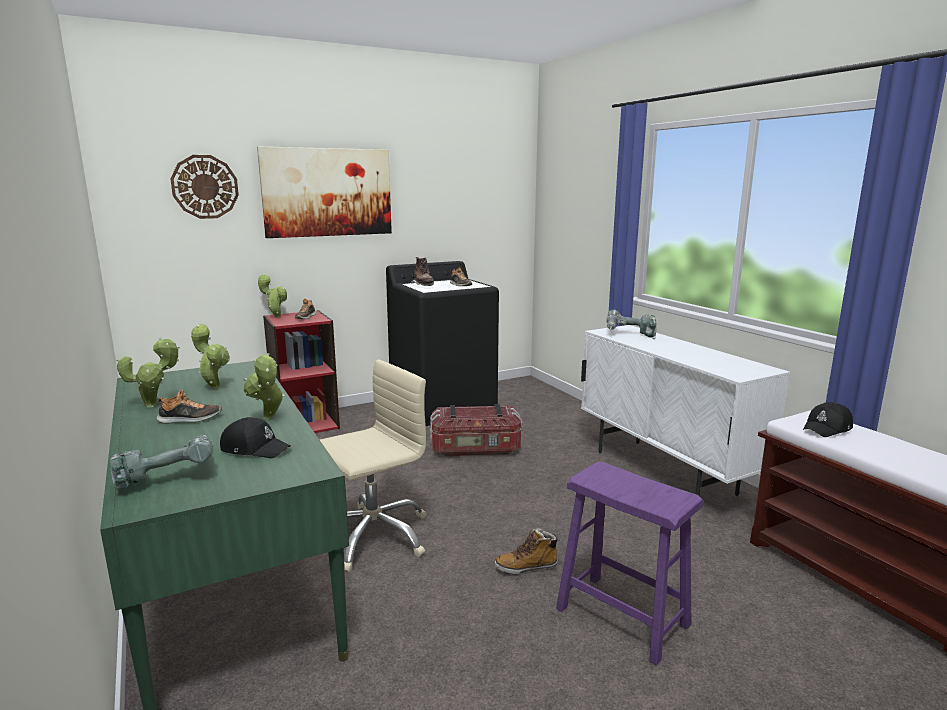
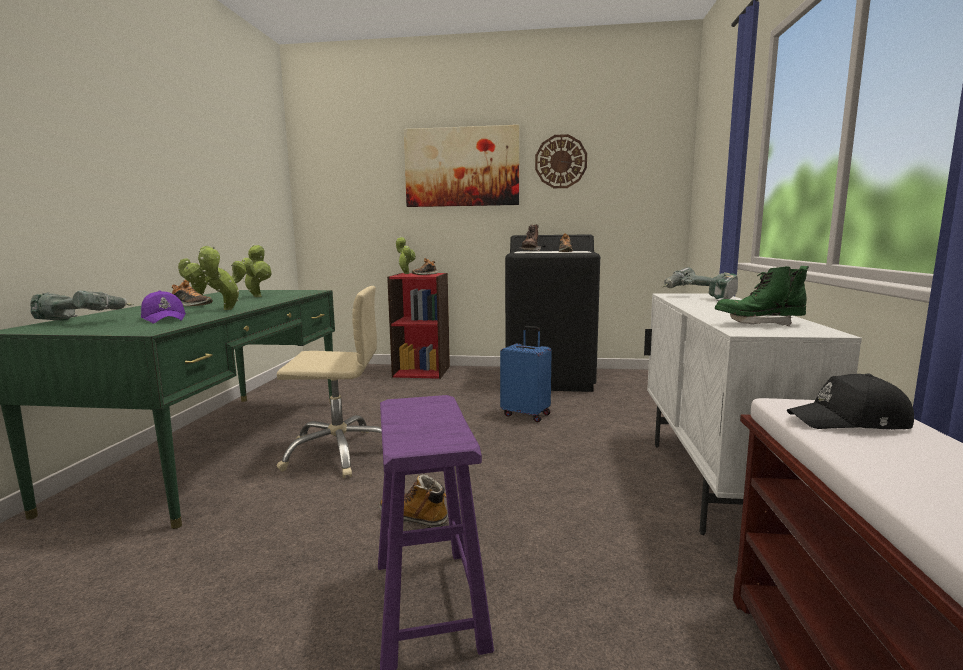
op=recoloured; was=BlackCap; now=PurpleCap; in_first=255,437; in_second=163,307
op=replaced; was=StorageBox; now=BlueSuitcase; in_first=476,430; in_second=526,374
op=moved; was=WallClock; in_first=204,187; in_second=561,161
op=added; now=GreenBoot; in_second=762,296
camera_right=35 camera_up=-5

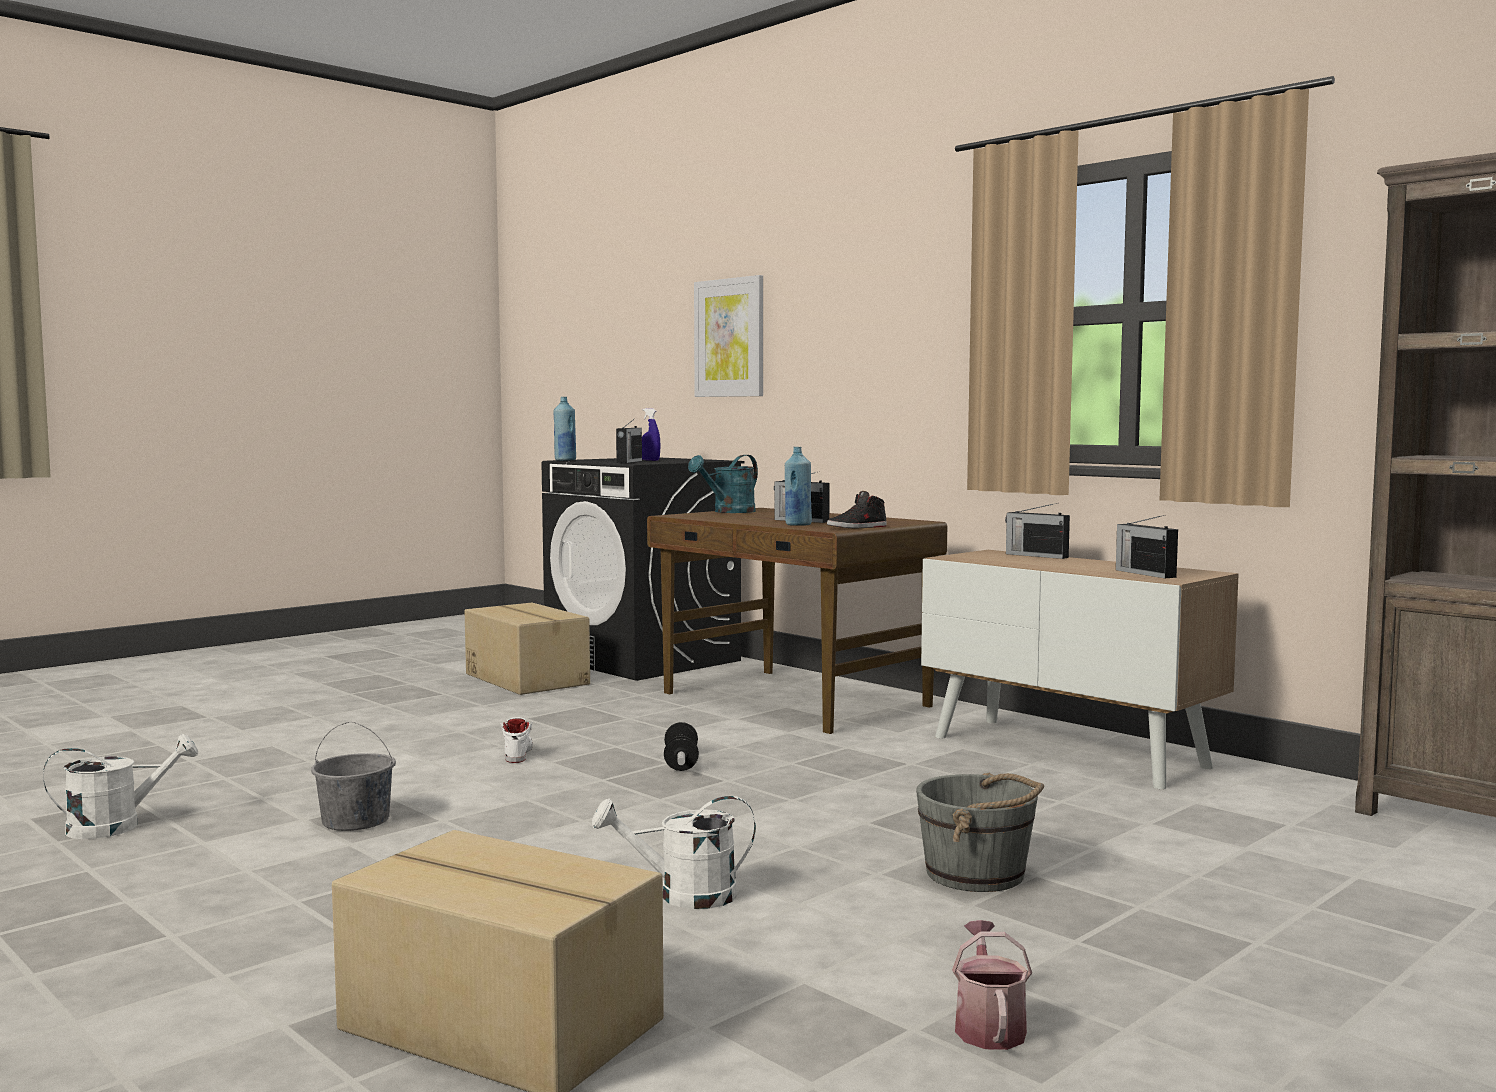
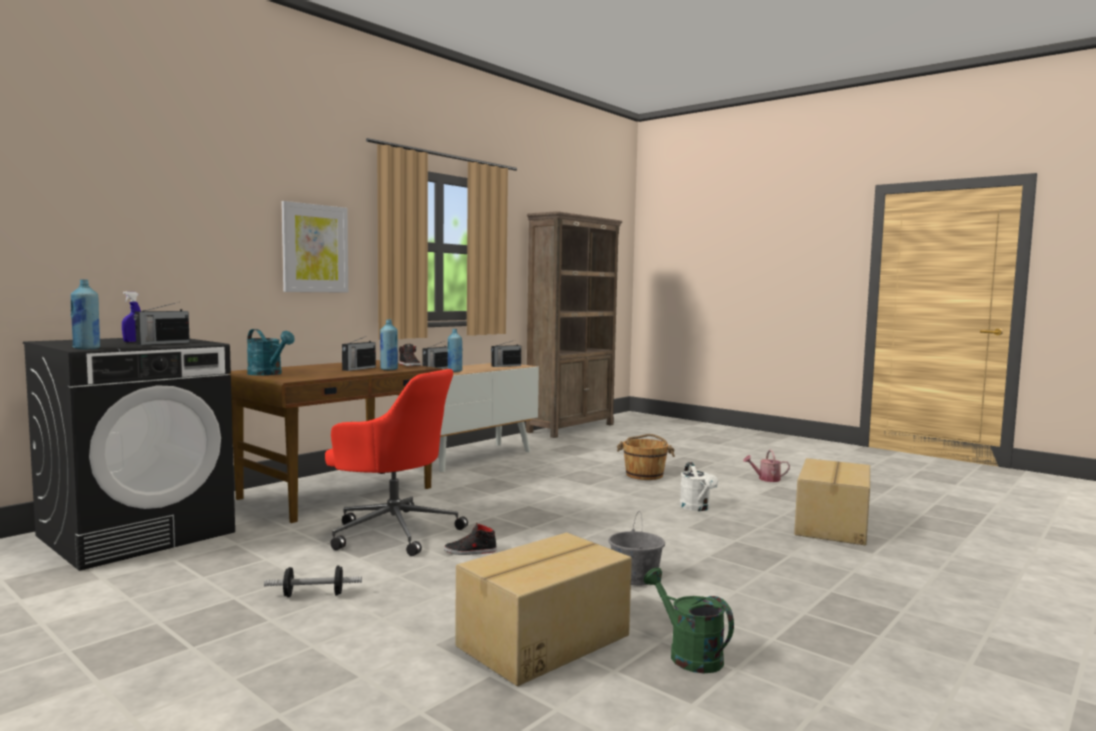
op=turned; was=Radio; in_first=629,441; in_second=162,323; clockwise=120
op=moved; was=Dumbbell; in_first=681,746; in_second=313,581
op=moved; was=Picture; in_first=728,336; in_second=314,247
op=added; now=RedOfficeChair; in_second=396,462
op=recoloured; was=WhiteShoe; now=BlackShoe; in_first=516,740; in_second=470,539
op=added; now=BlueBottle; in_second=455,350
op=moved; was=CardboardBox; in_first=527,649; in_second=543,609
op=recoloured; was=GreyBucket; now=BrownBucket; in_first=980,832; in_second=646,457
op=recoloured; was=WhiteWateringCan; now=GreenWateringCan; in_first=120,786; in_second=689,620
camera_right=-95 camera_up=0

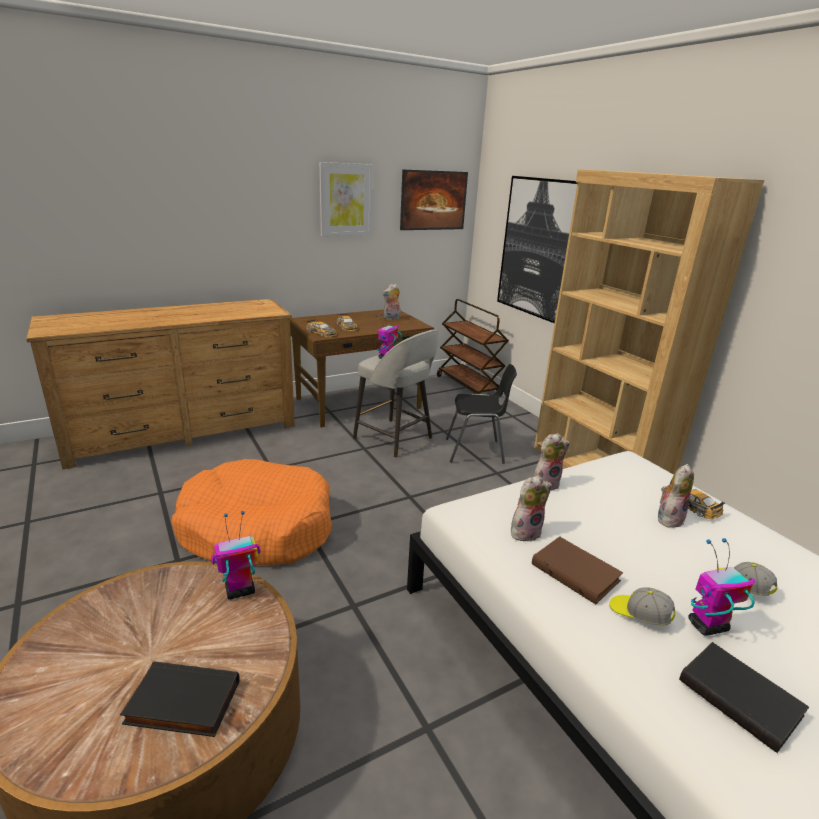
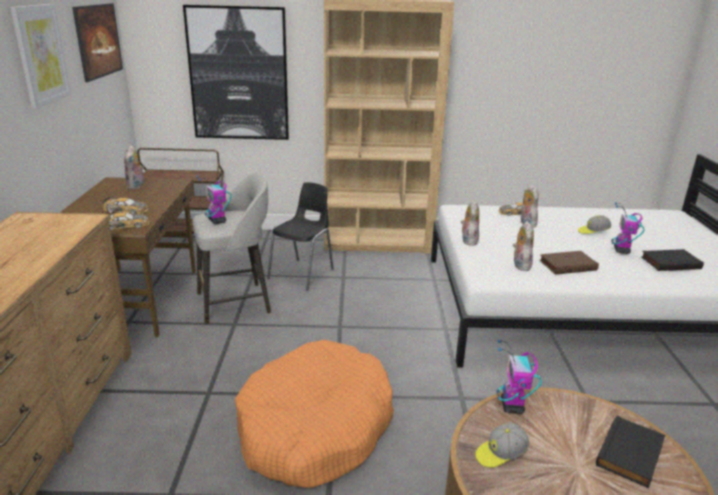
op=moved; was=Cap; in_first=642,606; in_second=502,445
camera_right=-60 camera_up=0

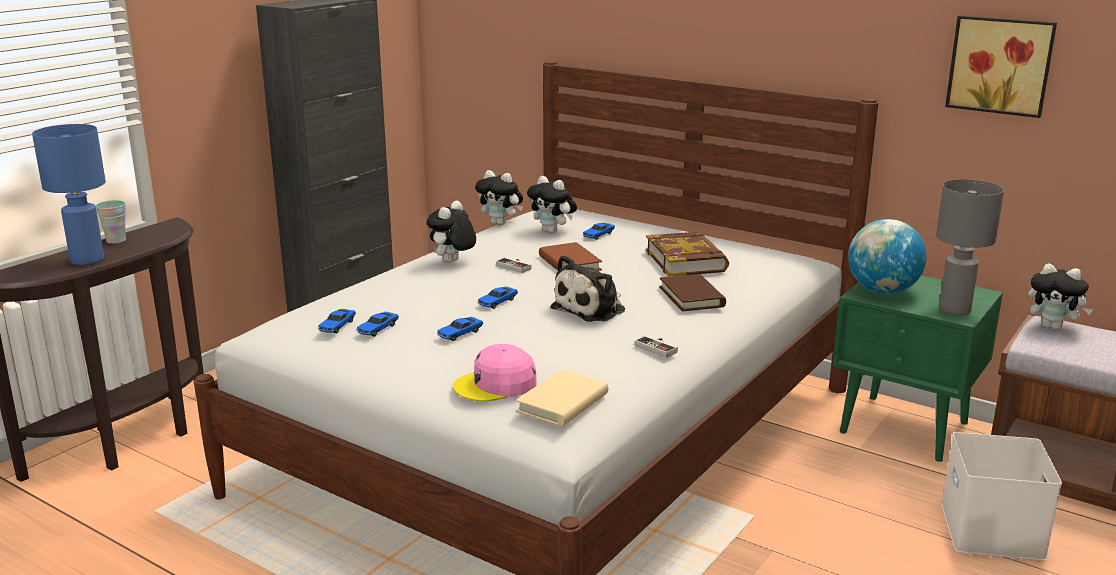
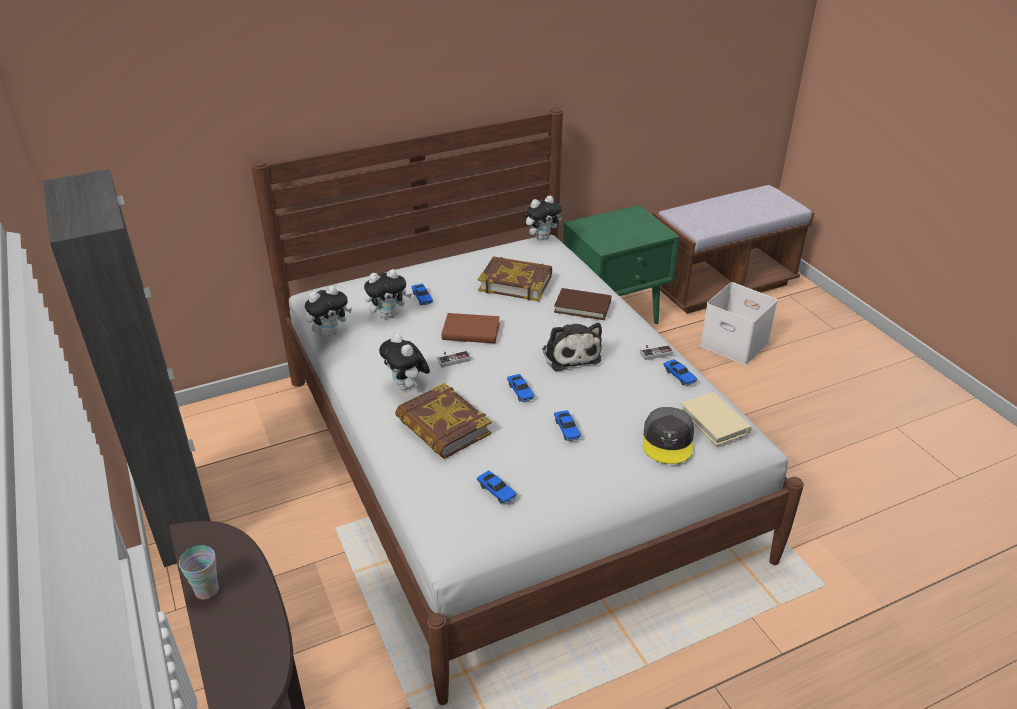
op=added; now=Book; in_second=443,421
op=moved; was=PlushToy; in_first=1060,296; in_second=543,217
op=recoloured; was=PinkCap; now=GreyCap; in_first=495,372; in_second=668,435
op=moved; was=ToyCar; in_first=377,324; in_second=680,372
op=removed; was=BlueTableLamp; in_first=69,194
op=removed; was=Globe; in_first=887,256
op=removed; was=GreyTableLamp; in_first=970,247
op=removed; was=Picture; in_first=1001,66
camera_right=-60 camera_up=15

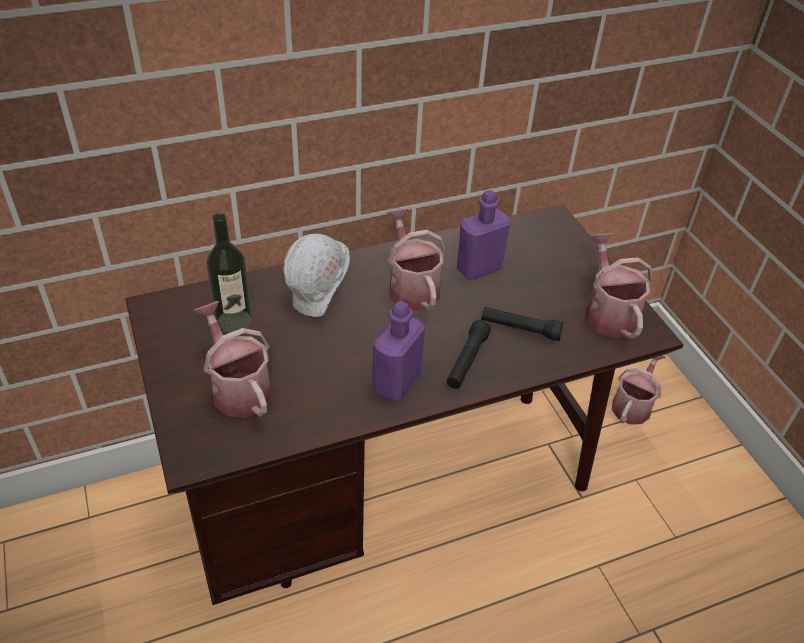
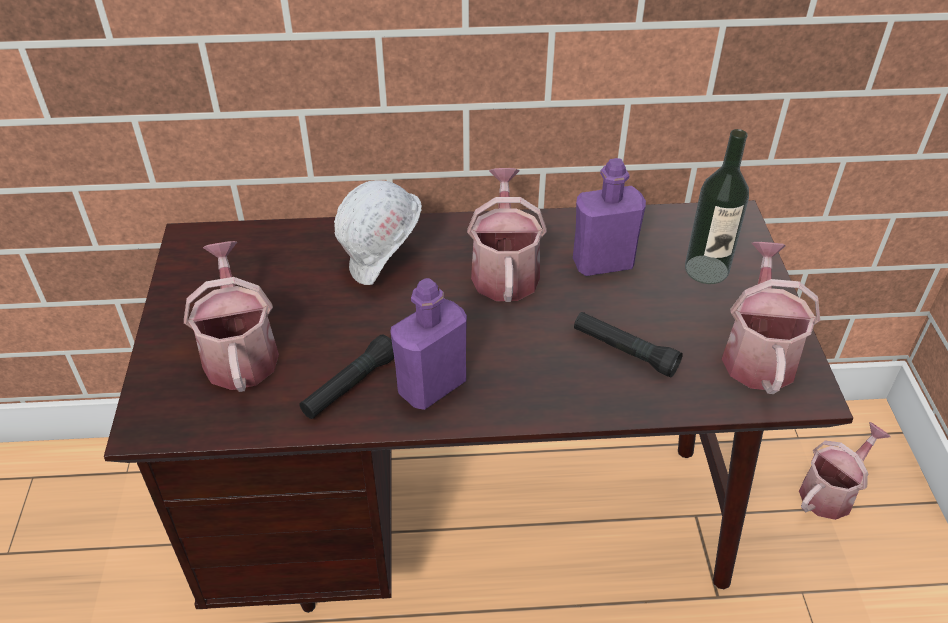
op=moved; was=BlackFlashlight; in_first=469,354; in_second=346,377
op=moved; was=Bottle; in_first=229,273; in_second=717,206
camera_right=20 camera_up=0

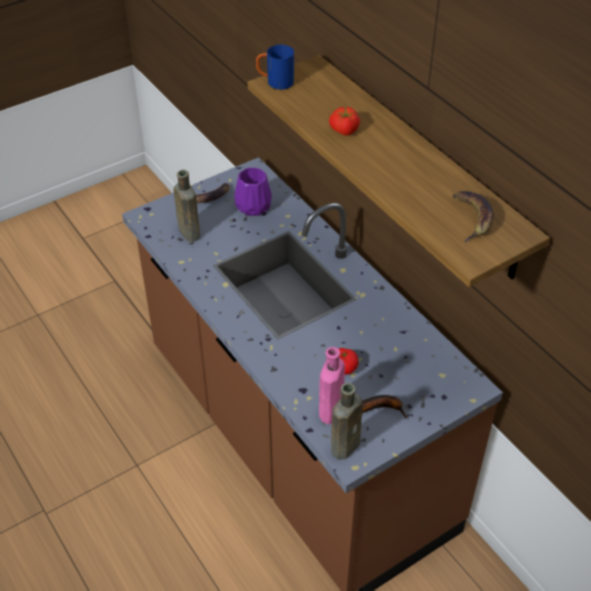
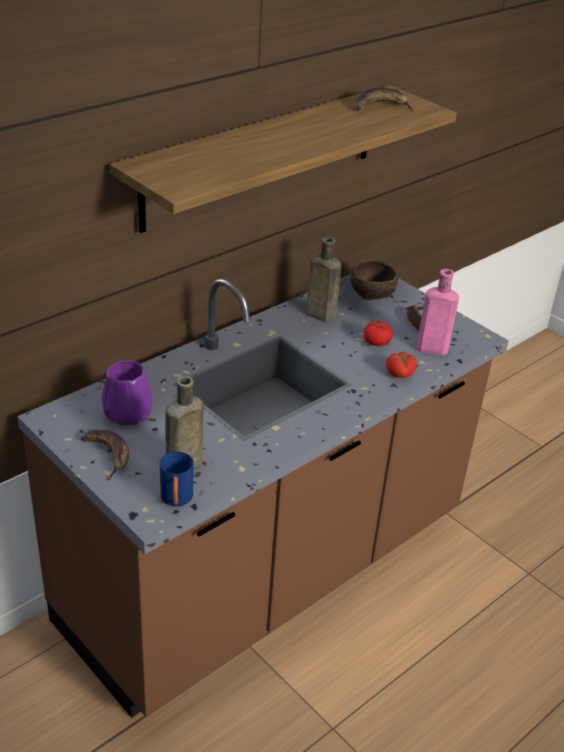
op=moved; was=BlueMug; in_first=275,67; in_second=177,479
op=moved; was=BrownBottle; in_first=347,421; in_second=323,279
op=added; now=BrownBowl; in_second=374,280
op=moved; was=Tomato; in_first=344,121; in_second=401,365
camera_right=-100 camera_up=-10

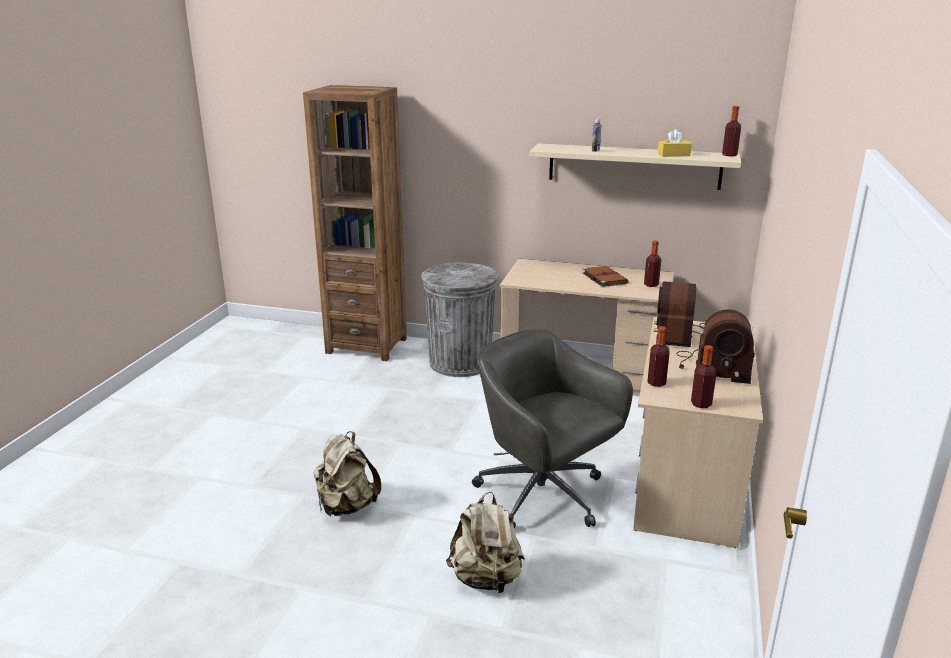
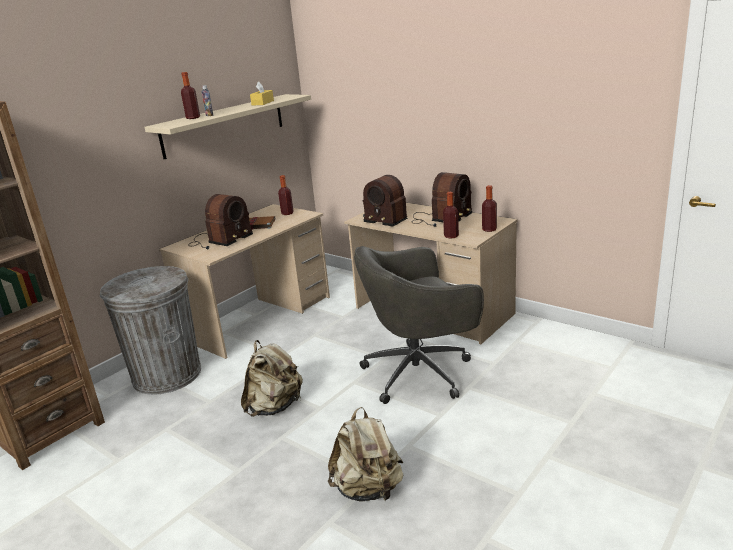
op=moved; was=Bottle; in_first=731,131; in_second=190,95
op=added; now=Radio; in_second=220,221
op=moved; was=BeigeBackpack; in_first=485,543; in_second=272,378
camera_right=-65 camera_up=0

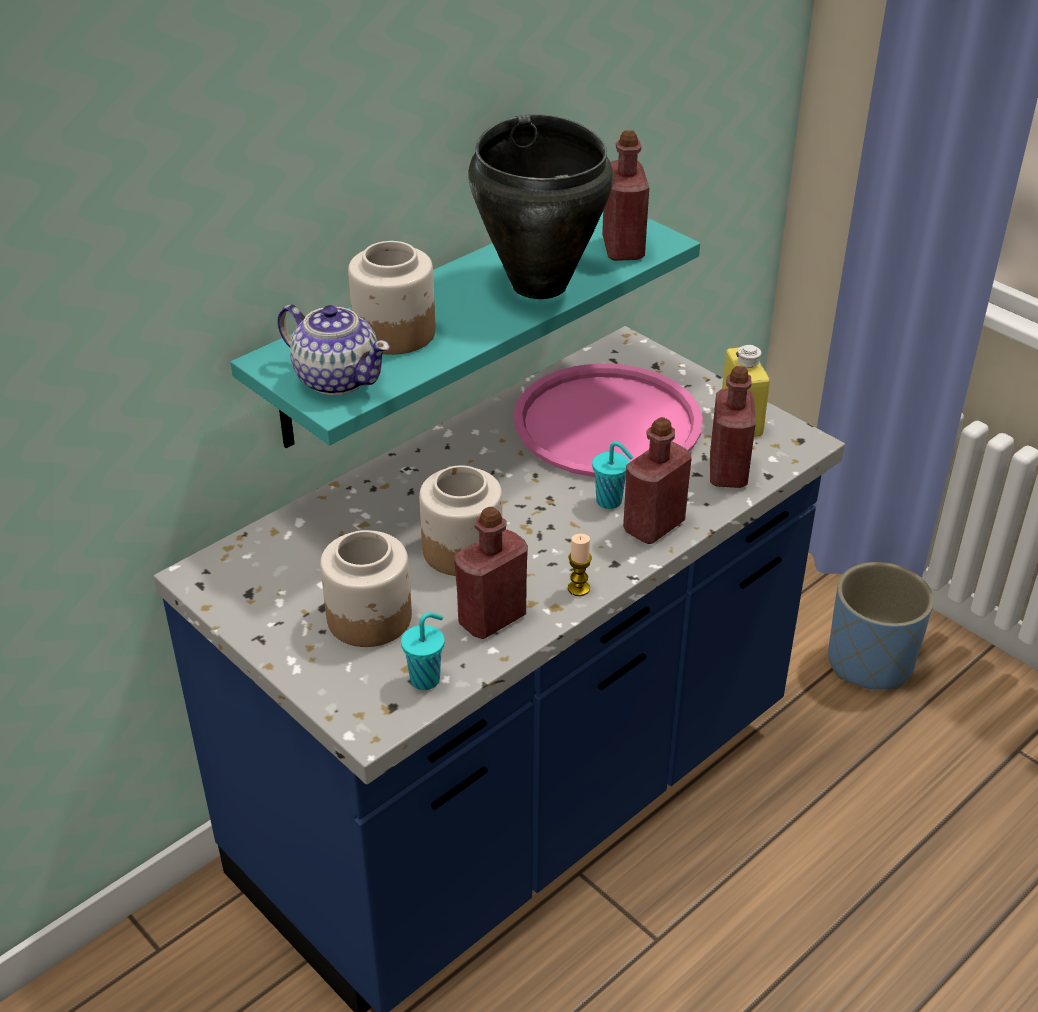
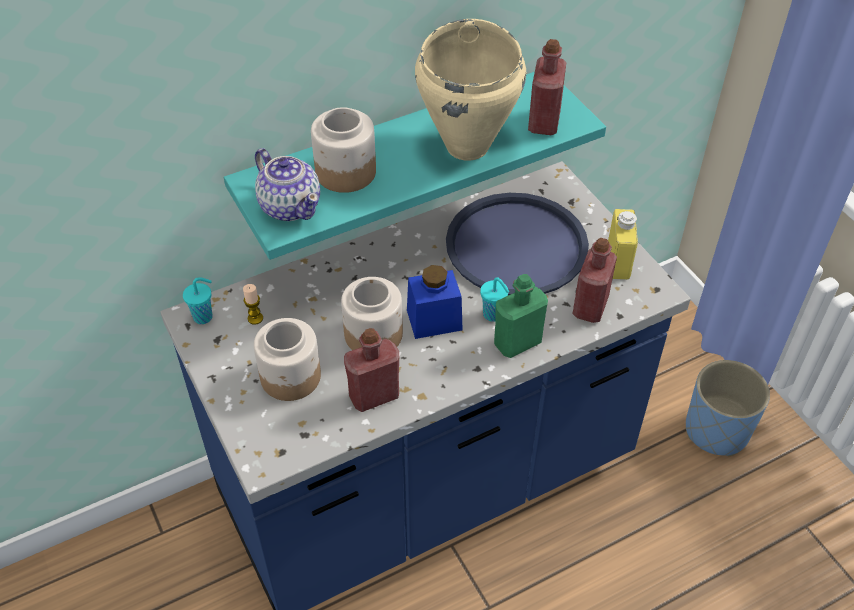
op=moved; was=TurquoiseCup; in_first=422,651; in_second=198,300
op=moved; was=Candle; in_first=580,565; in_second=253,304
op=added; now=BlueJar; in_second=435,302
op=recoloured; was=BlackCookingPot; now=BeigeCookingPot; in_first=541,206; in_second=470,90
op=recoloured; was=PinkTray; now=BlueTray; in_first=608,420; in_second=517,244
op=recoloured; was=RedBottle; now=GreenBottle; in_first=657,480; in_second=521,316
camera_right=15 camera_up=10

